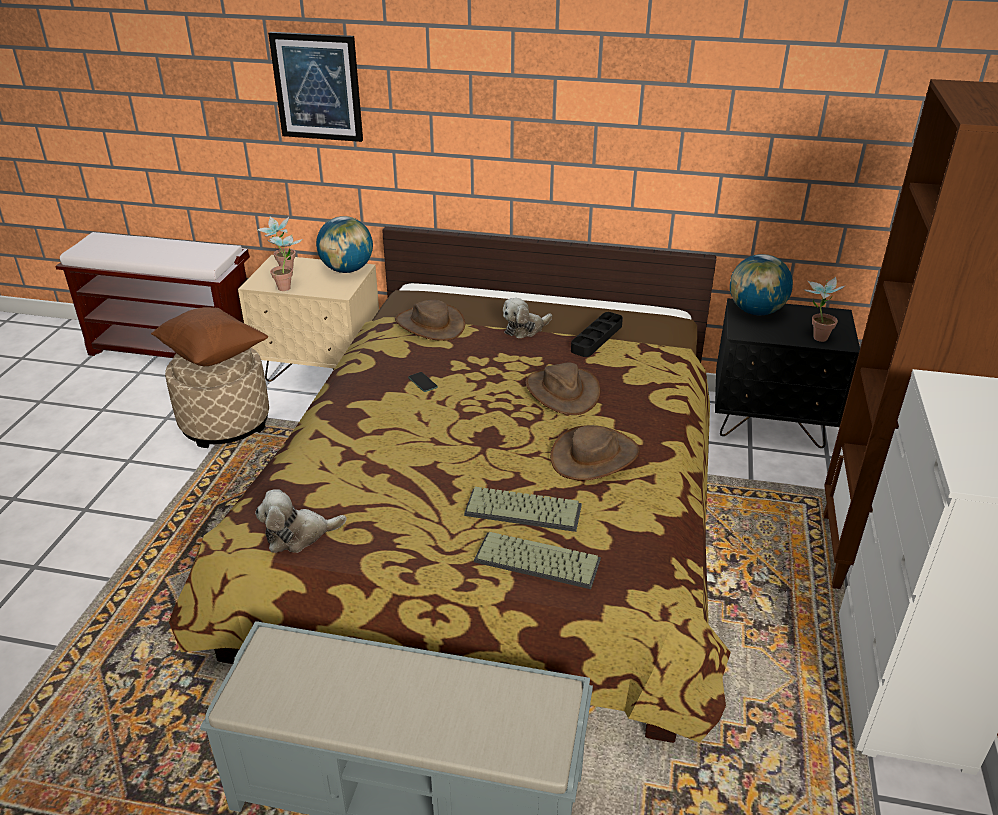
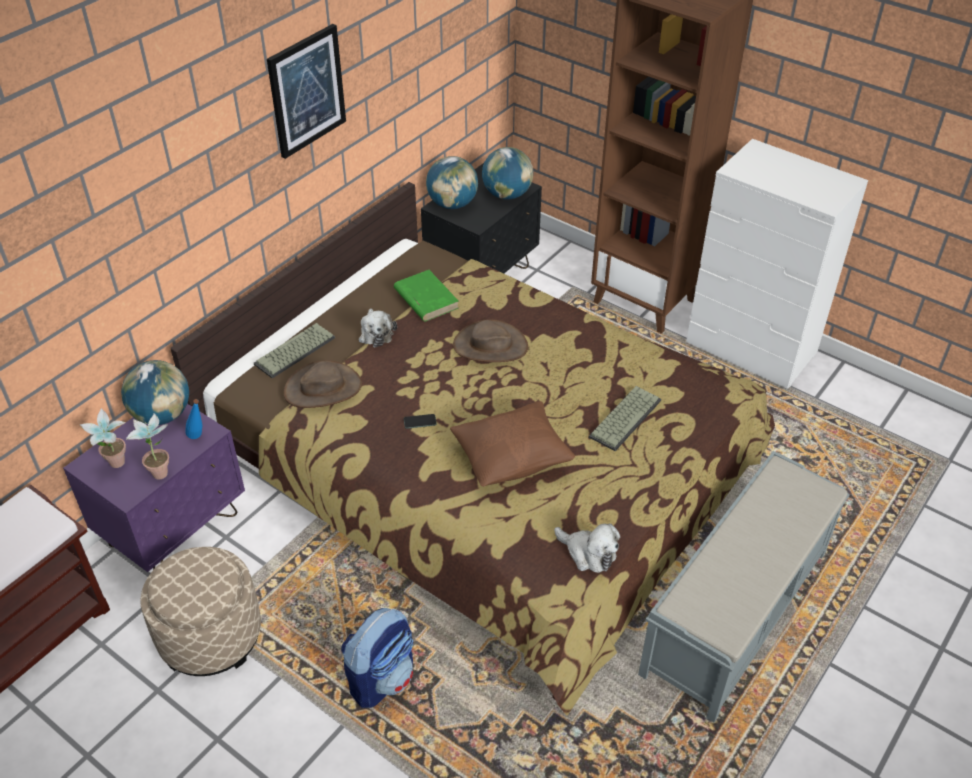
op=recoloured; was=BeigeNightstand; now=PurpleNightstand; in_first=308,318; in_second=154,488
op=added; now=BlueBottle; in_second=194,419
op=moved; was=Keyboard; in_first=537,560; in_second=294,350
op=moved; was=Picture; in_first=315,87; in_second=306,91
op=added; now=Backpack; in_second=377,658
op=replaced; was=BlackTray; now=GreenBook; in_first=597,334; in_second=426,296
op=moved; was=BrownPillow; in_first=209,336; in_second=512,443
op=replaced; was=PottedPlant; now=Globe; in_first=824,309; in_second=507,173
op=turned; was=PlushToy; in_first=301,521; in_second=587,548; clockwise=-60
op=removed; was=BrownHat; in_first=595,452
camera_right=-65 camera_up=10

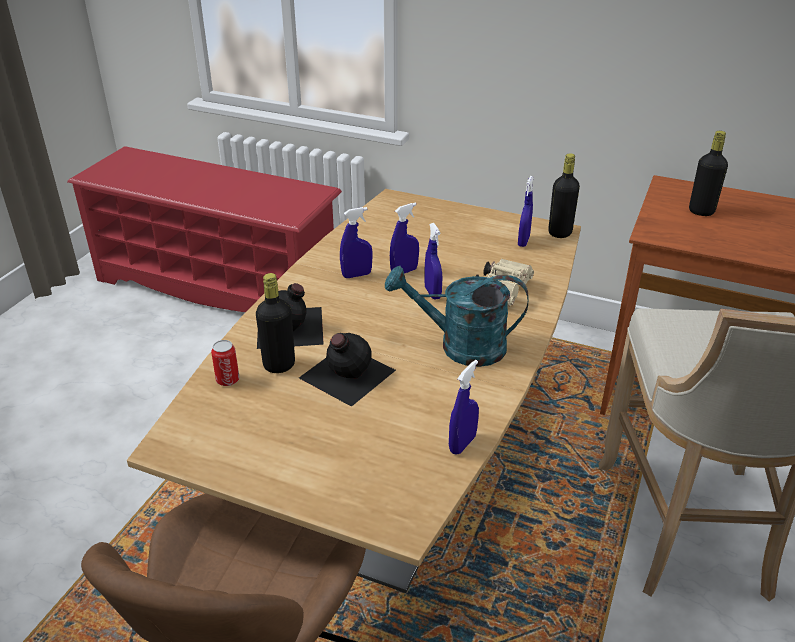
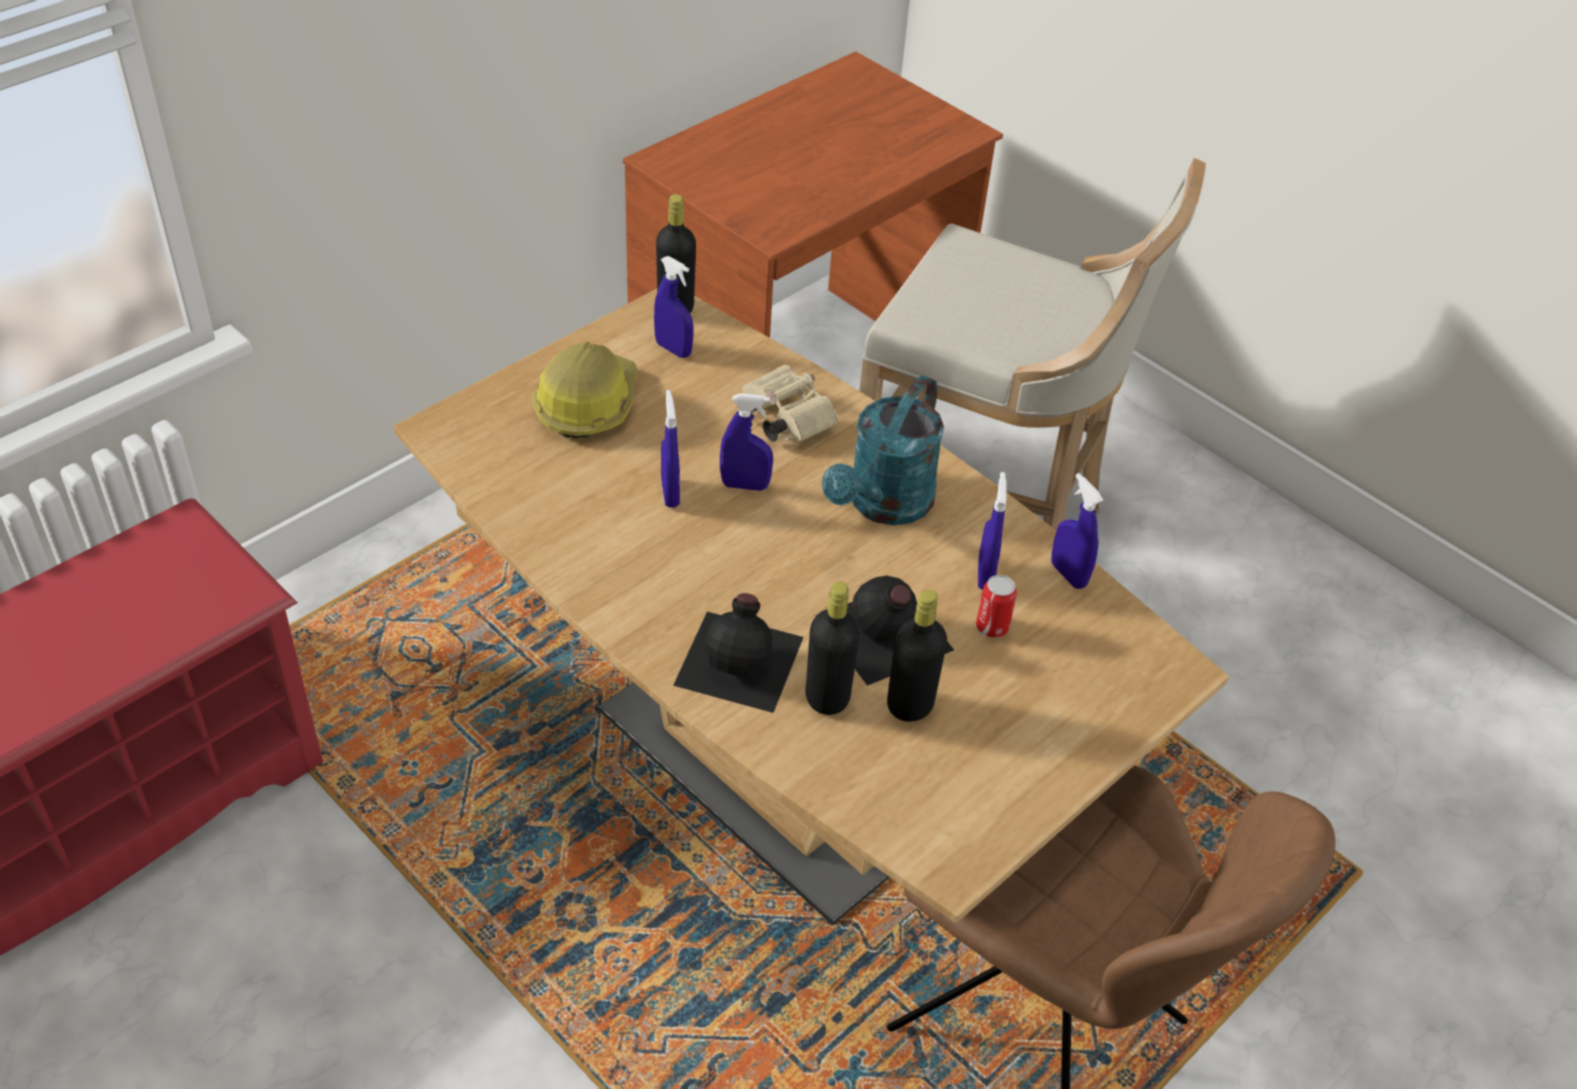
op=added; now=HardHat; in_second=585,390
op=moved; was=BlackBottle; in_first=708,173; in_second=917,656
op=moved; was=Can; in_first=225,363; in_second=996,606
op=moved; was=BlueSprayBottle; in_first=356,242; in_second=992,531
camera_right=-70 camera_up=10

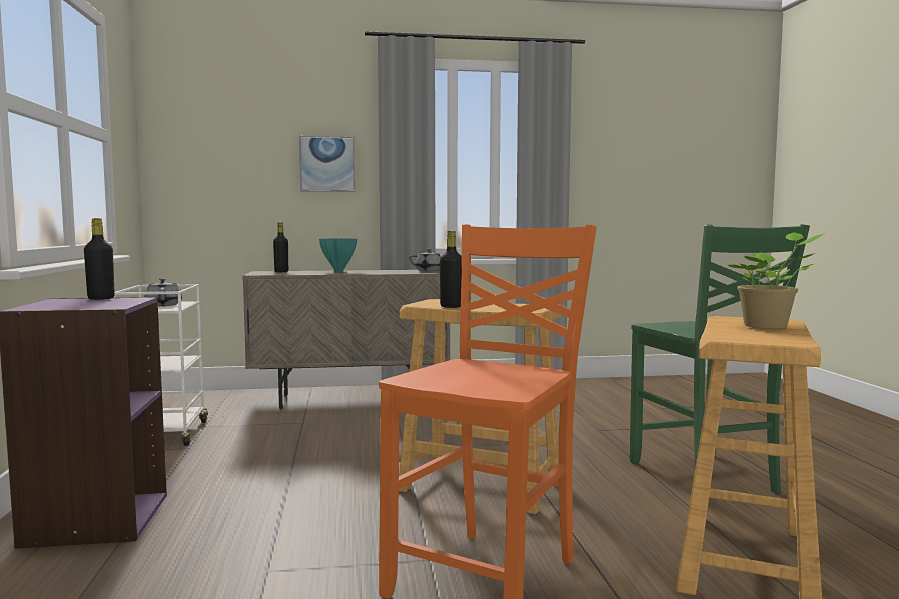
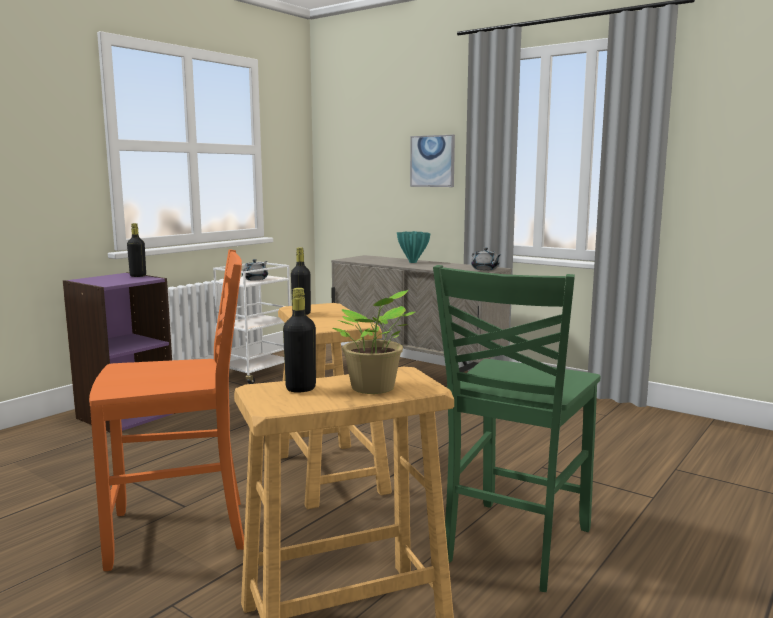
op=moved; was=BlackBottle; in_first=280,247; in_second=299,340
camera_right=45 camera_up=5

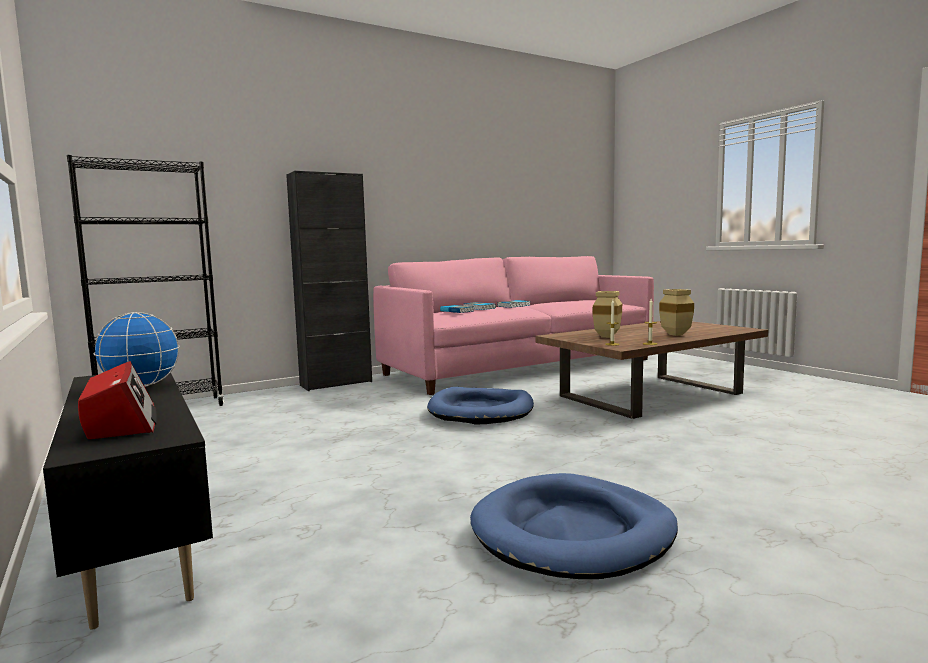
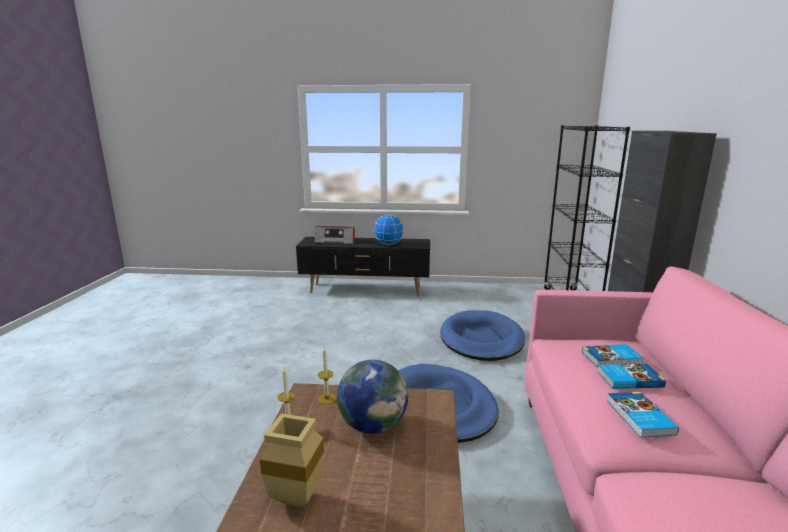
op=replaced; was=BeigeVase; now=Globe; in_first=607,314; in_second=372,397
op=moved; was=BlueDogBed; in_first=574,526; in_second=482,335
camera_right=125 camera_up=10

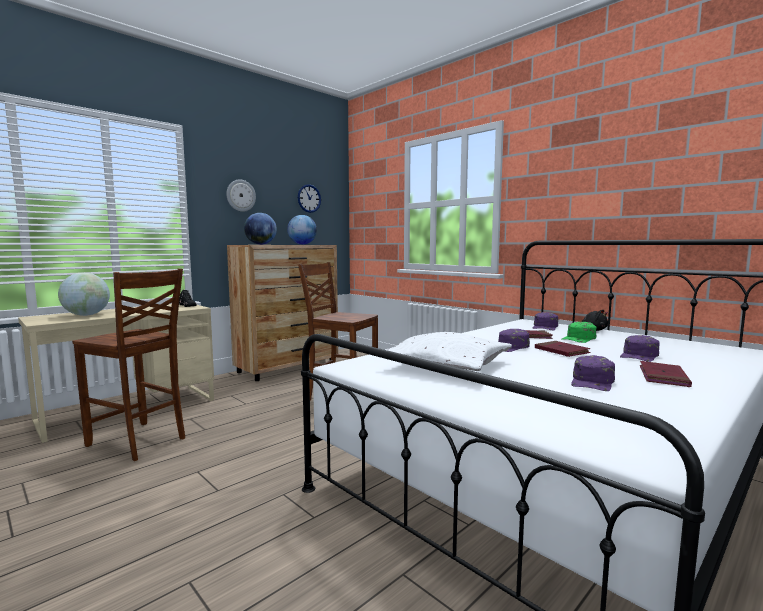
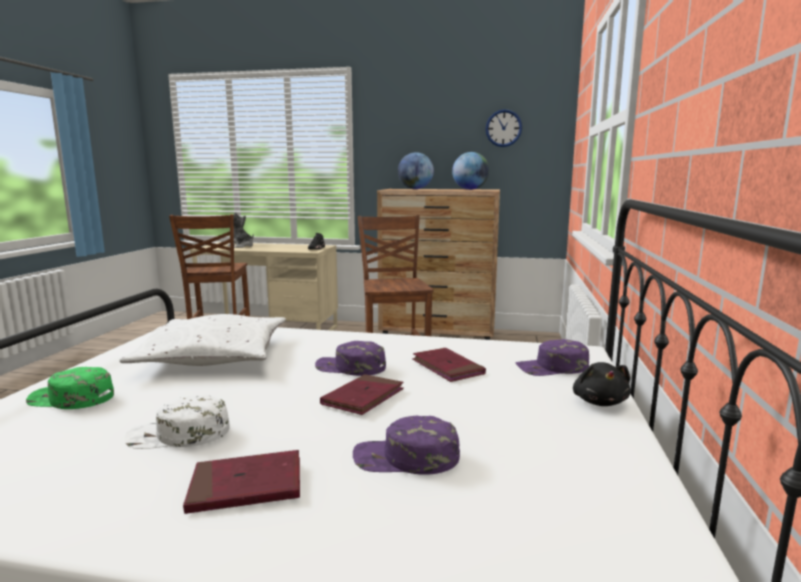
op=moved; was=GreenCap; in_first=578,332; in_second=70,388
op=recoloured; was=PurpleCap; now=WhiteCap; in_first=593,373; in_second=177,422
op=replaced; was=Globe; now=PlushToy; in_first=84,294; in_second=240,230
op=removed; was=WallClock; in_first=241,195
camera_right=55 camera_up=5

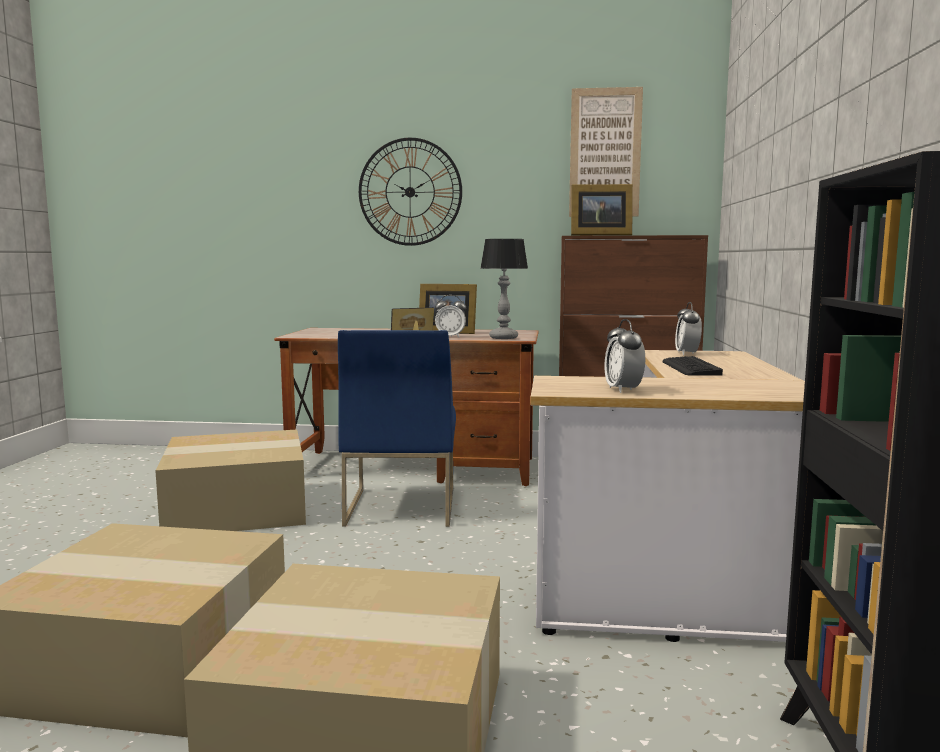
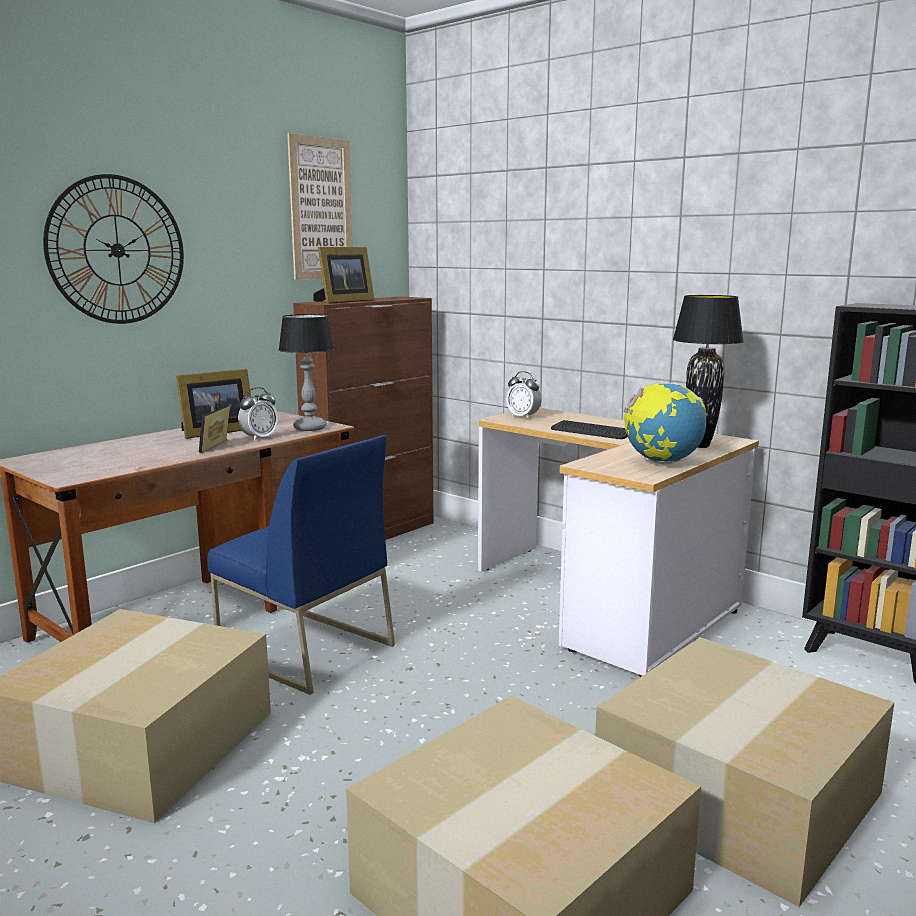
op=replaced; was=AlarmClock; now=Globe; in_first=624,356; in_second=664,423
op=added; now=BlackTableLamp; in_second=708,371
camera_right=-55 camera_up=5

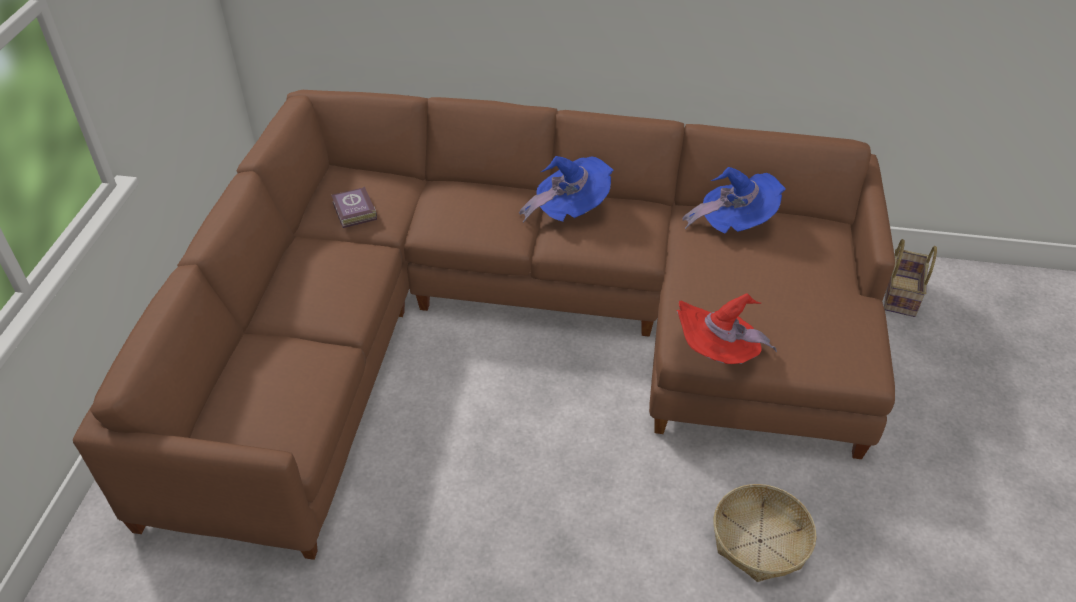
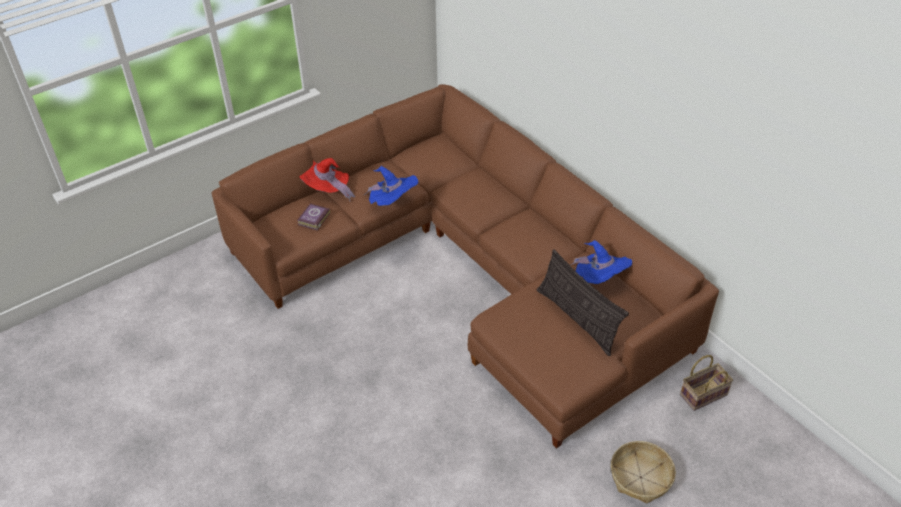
op=moved; was=Book; in_first=354,207; in_second=314,217
op=moved; was=RedHat; in_first=727,328; in_second=327,179
op=moved; was=BlueHat; in_first=566,189; in_second=391,186
op=added; now=Pillow; in_second=583,302
op=moved; was=Basket; in_first=765,533; in_second=643,472
camera_right=45 camera_up=0

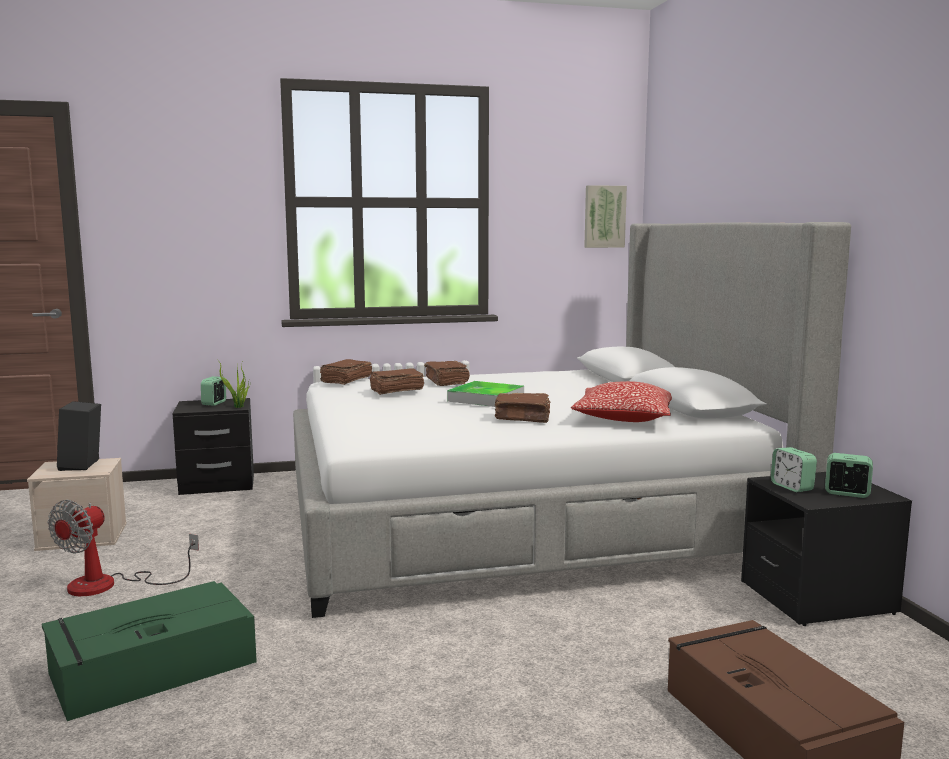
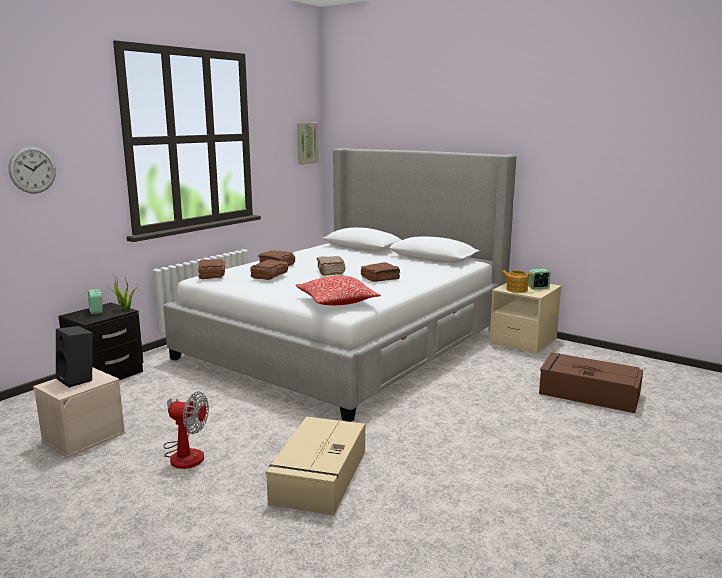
op=added; now=WallClock; in_second=32,170
op=turned; was=Fan; in_first=123,548; in_second=186,430; clockwise=-60
op=recoloured; was=GreenStorageBox; now=BeigeStorageBox; in_first=149,651; in_second=315,466
op=moved; was=Pillow; in_first=621,401; in_second=338,290
op=replaced; was=Tray; now=BrownBook; in_first=485,394; in_second=331,265
op=recoloured; was=BlackNightstand; now=BeigeNightstand; in_first=826,549; in_second=525,318
op=replaced; was=AlarmClock; now=Teapot; in_first=794,469; in_second=517,281
camera_right=-40 camera_up=5

